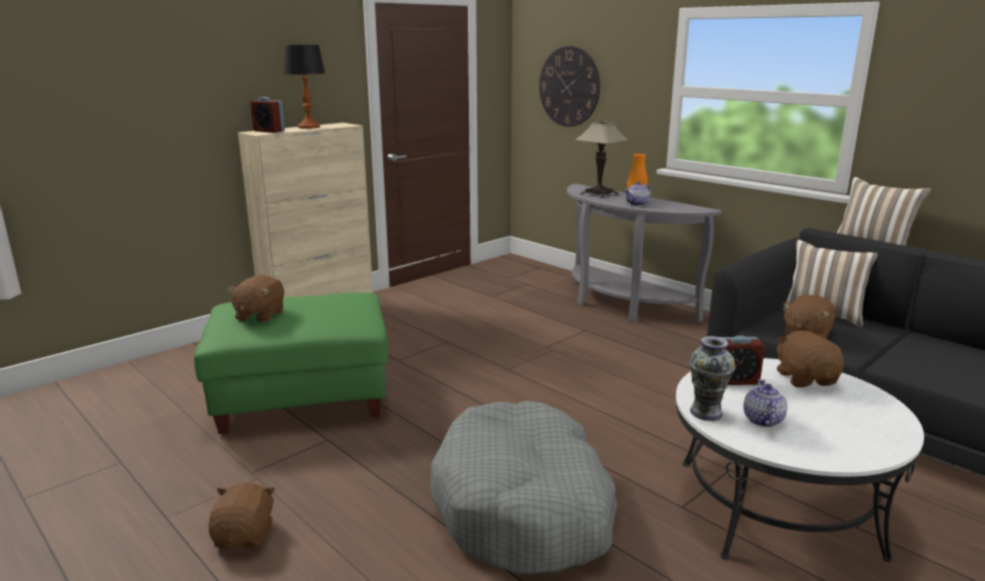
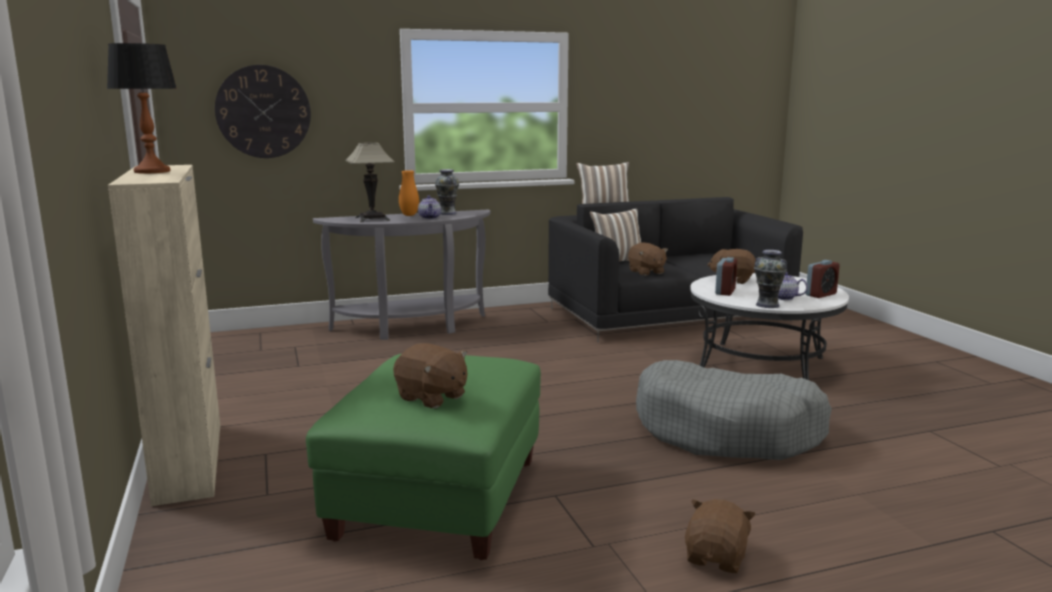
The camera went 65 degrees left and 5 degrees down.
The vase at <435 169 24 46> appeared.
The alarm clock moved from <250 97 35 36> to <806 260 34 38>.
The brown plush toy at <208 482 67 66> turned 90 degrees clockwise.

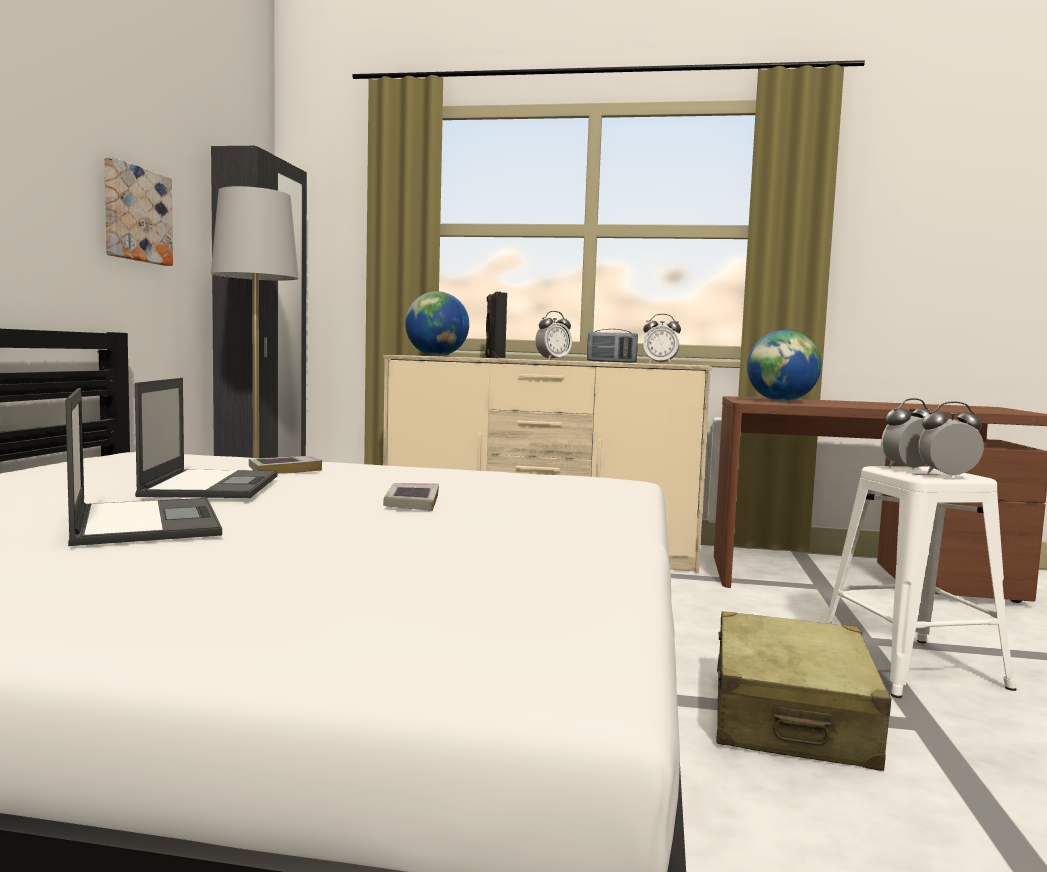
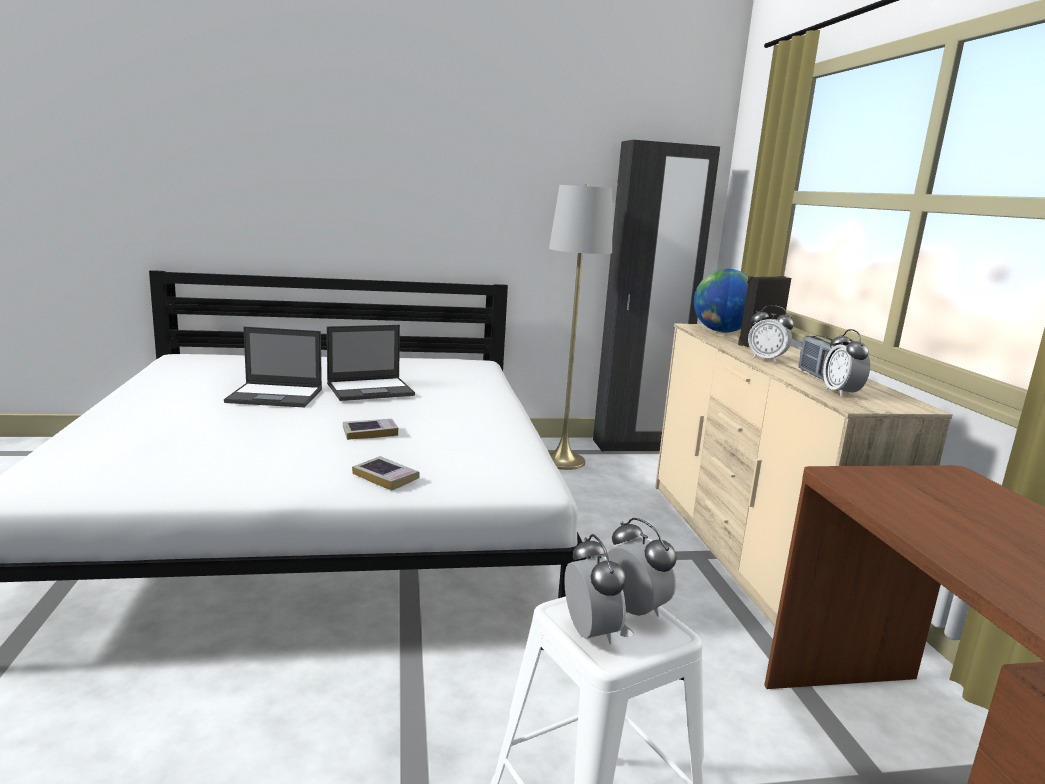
The camera went 70 degrees right and 10 degrees up.
The picture at <104 157 69 109> disappeared.
The beige suitcase at <716 611 176 160> disappeared.
The globe at <747 330 75 72> disappeared.
The book moved from <249 456 73 18> to <352 456 68 35>.
The laptop at <65 388 157 158> turned 45 degrees clockwise.

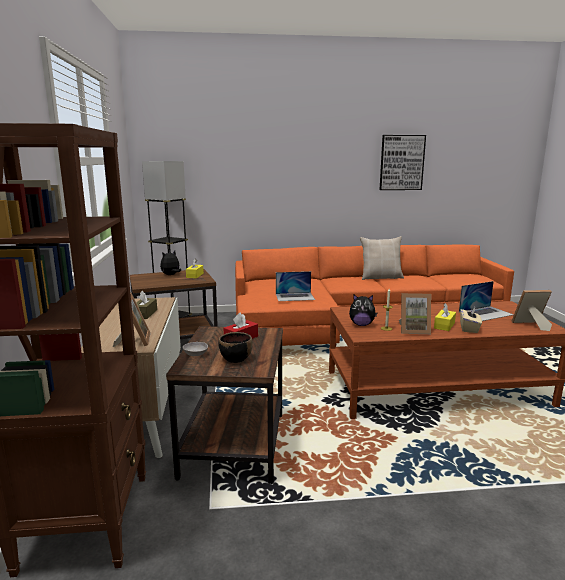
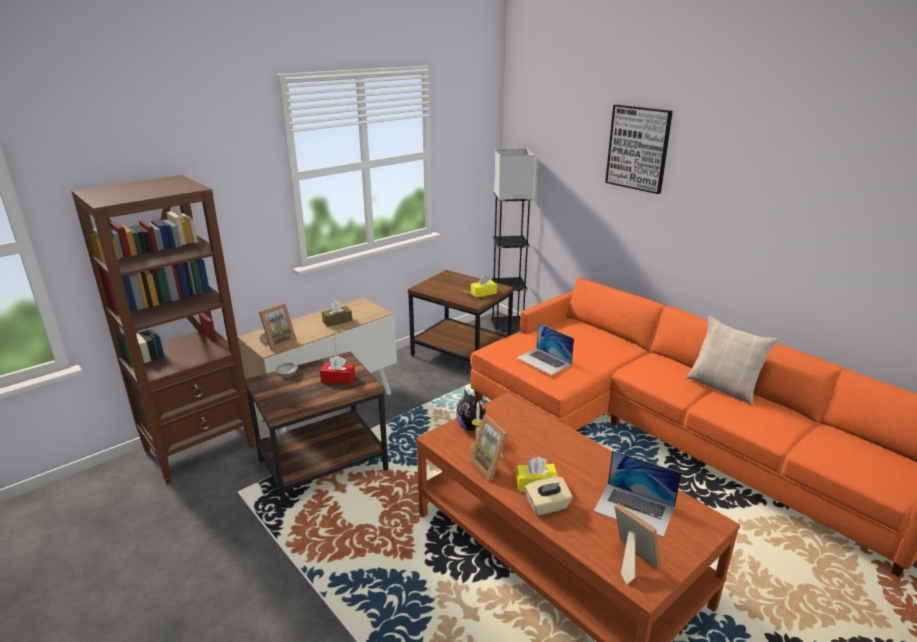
The camera went 55 degrees right and 10 degrees up.
The plush toy at <160 251 21 24> disappeared.
The black bowl at <219 332 33 31> disappeared.
The picture moved from <379 135 47 55> to <605 105 68 89>.

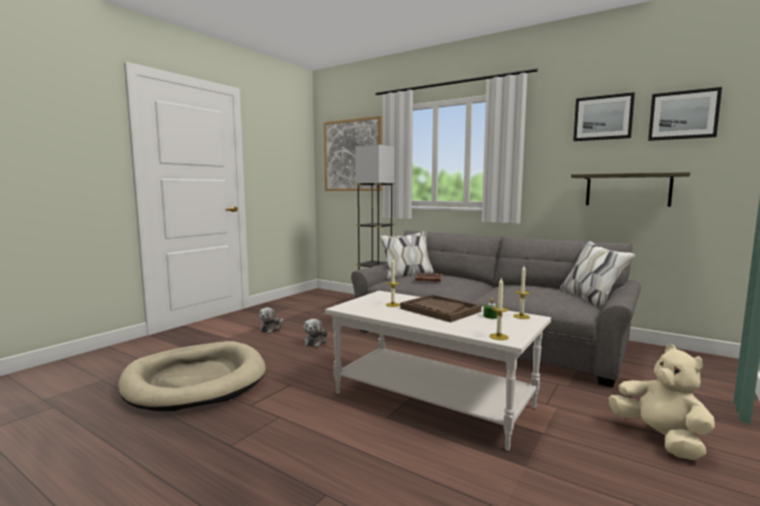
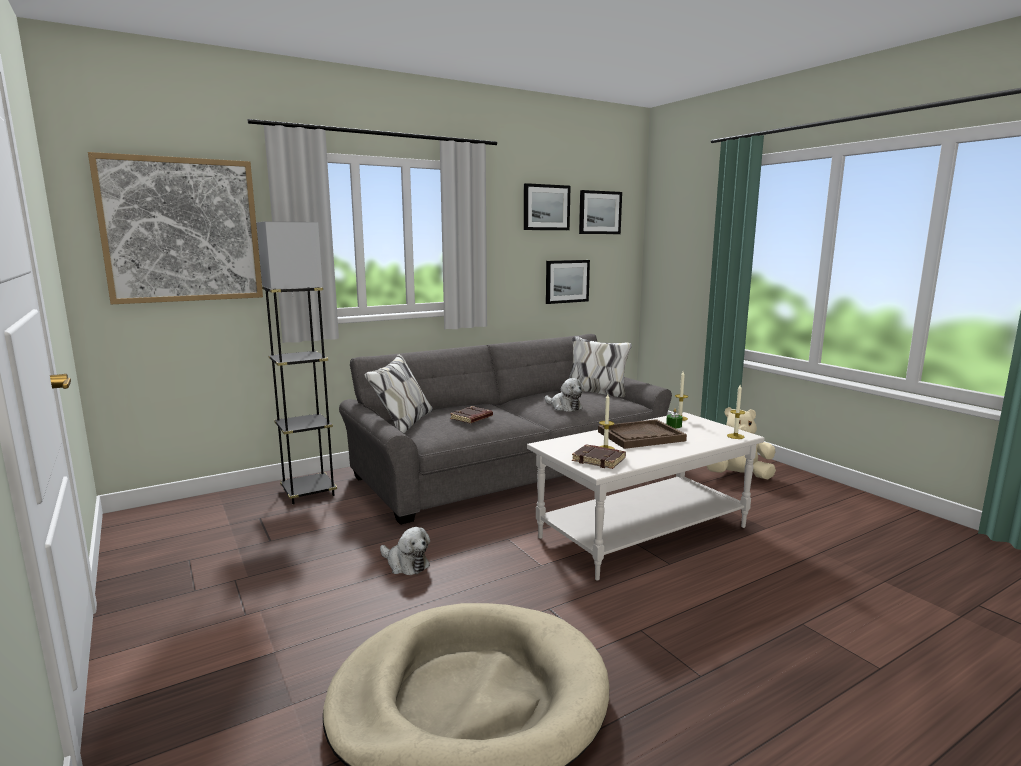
The camera went 65 degrees left and 5 degrees up.
The brown book at <572 444 54 25> appeared.
The plush toy moved from <259 307 25 26> to <545 378 39 34>.
The shelf at <571 172 119 35> was replaced by the picture at <546 260 44 44>.

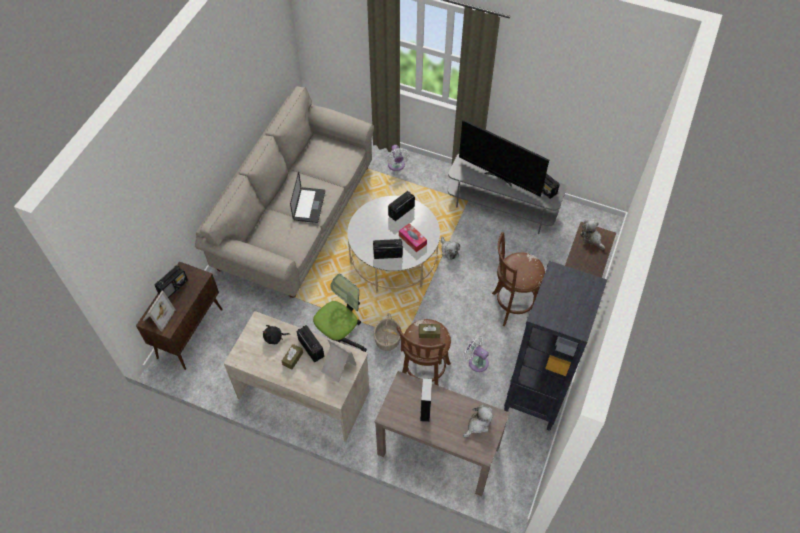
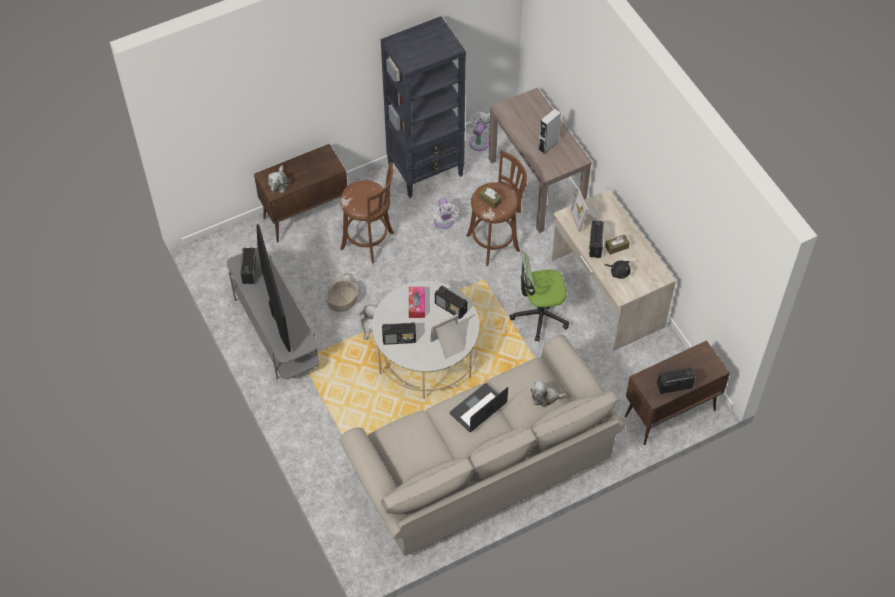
The camera went 140 degrees left and 0 degrees up.
The picture frame moved from <142 291 34 40> to <430 314 34 45>.
The basket moved from <374 313 27 38> to <325 273 33 39>.
The white fan moved from <387 145 22 26> to <469 112 21 39>.
The plush toy moved from <463 404 31 33> to <531 381 36 26>.

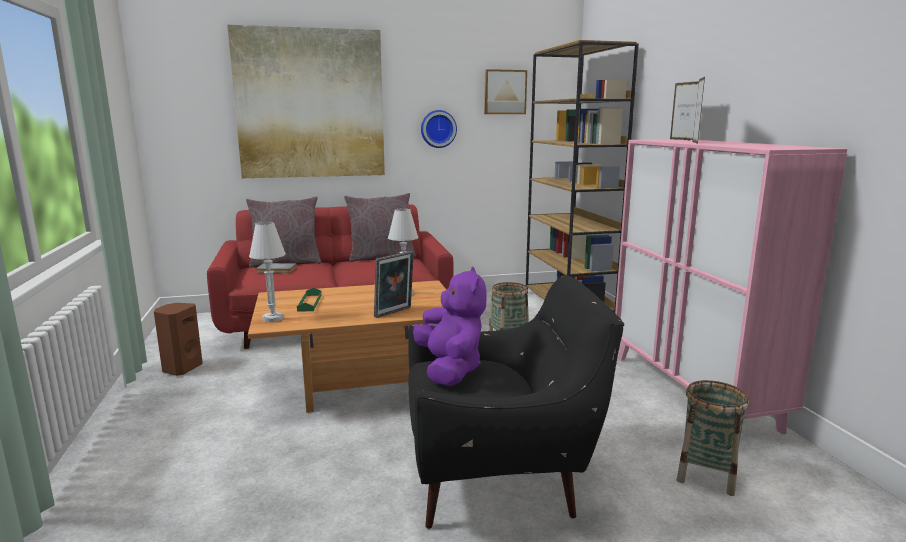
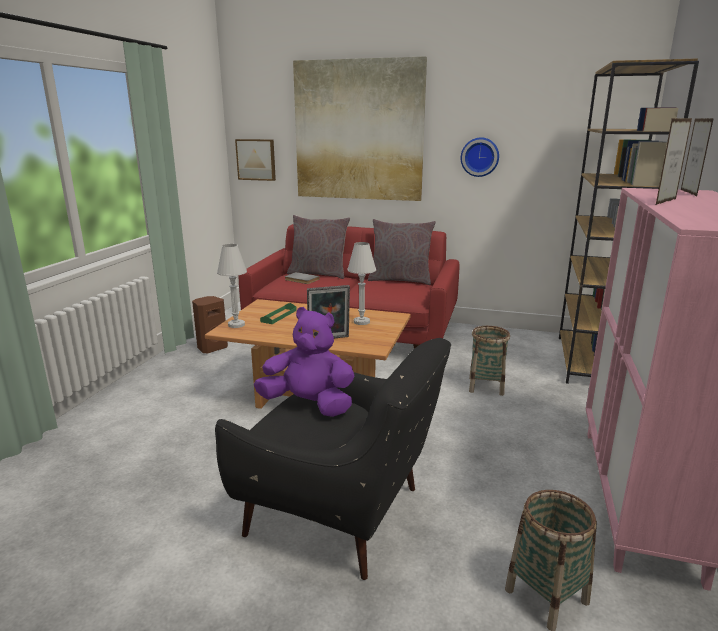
The camera went 30 degrees right and 5 degrees up.
The picture moved from <484 69 43 45> to <235 139 41 42>.
The purple plush toy at <413 267 74 119> turned 90 degrees counterclockwise.

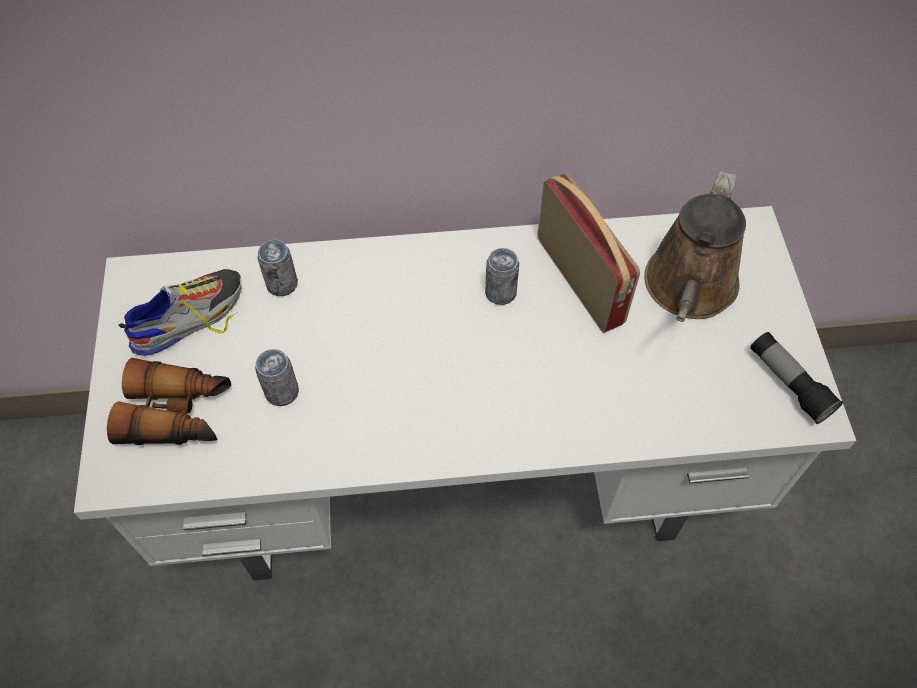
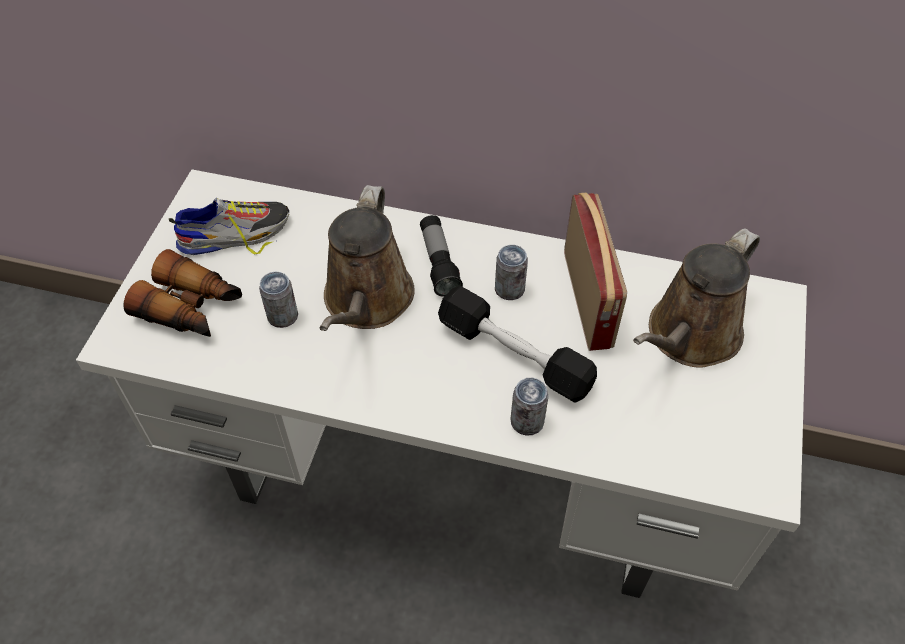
The camera went 20 degrees right and 5 degrees down.
The brown watering can at <320 185 95 146> appeared.
The black dumbbell at <438 286 159 117> appeared.
The can moved from <257 240 41 56> to <511 378 37 58>.
The flashlight moved from <750 332 93 92> to <420 215 43 82>.

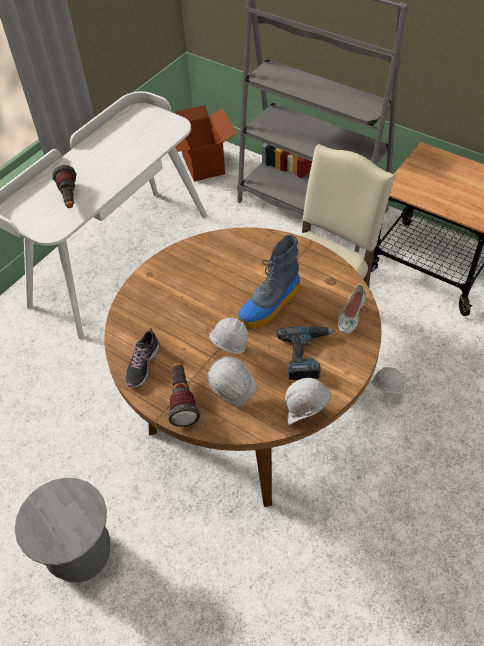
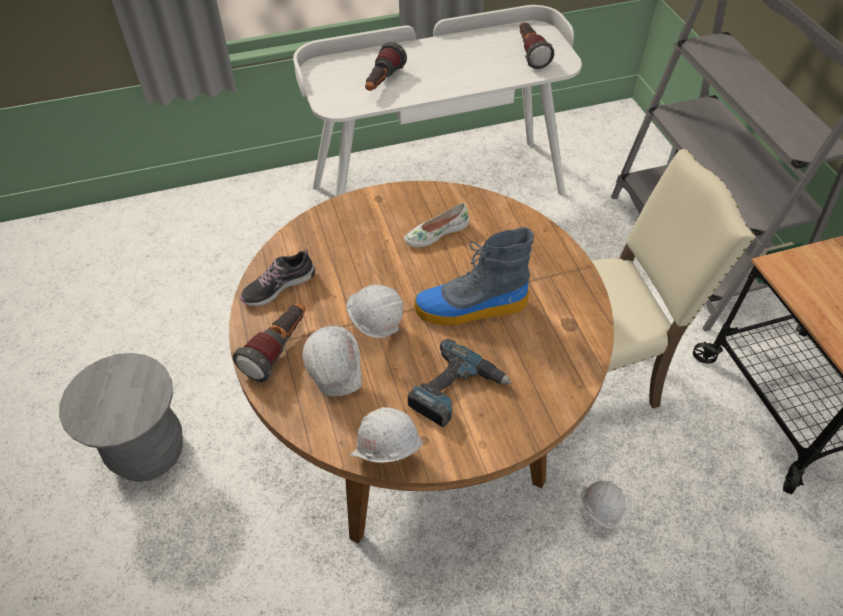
The camera went 35 degrees right and 0 degrees up.
The cardboard box at <175 105 62 77> disappeared.
The flashlight at <520 22 34 47> appeared.
The white shoe moved from <338 284 28 50> to <404 203 65 44>.

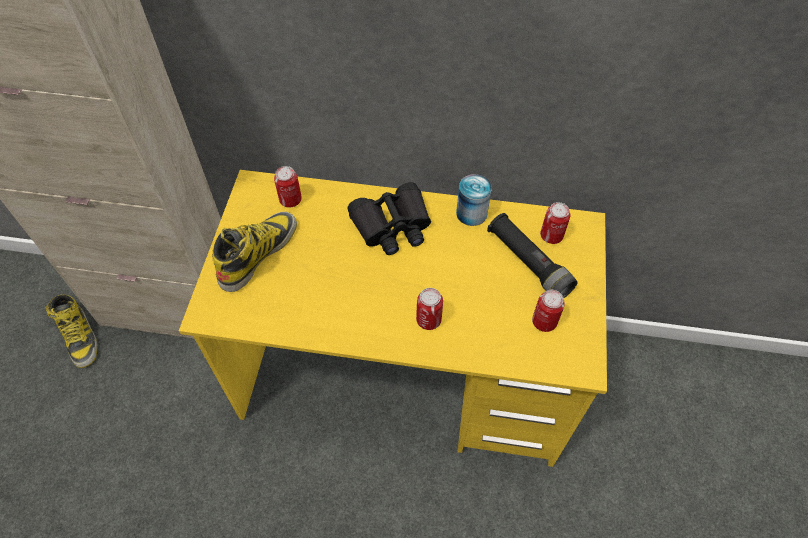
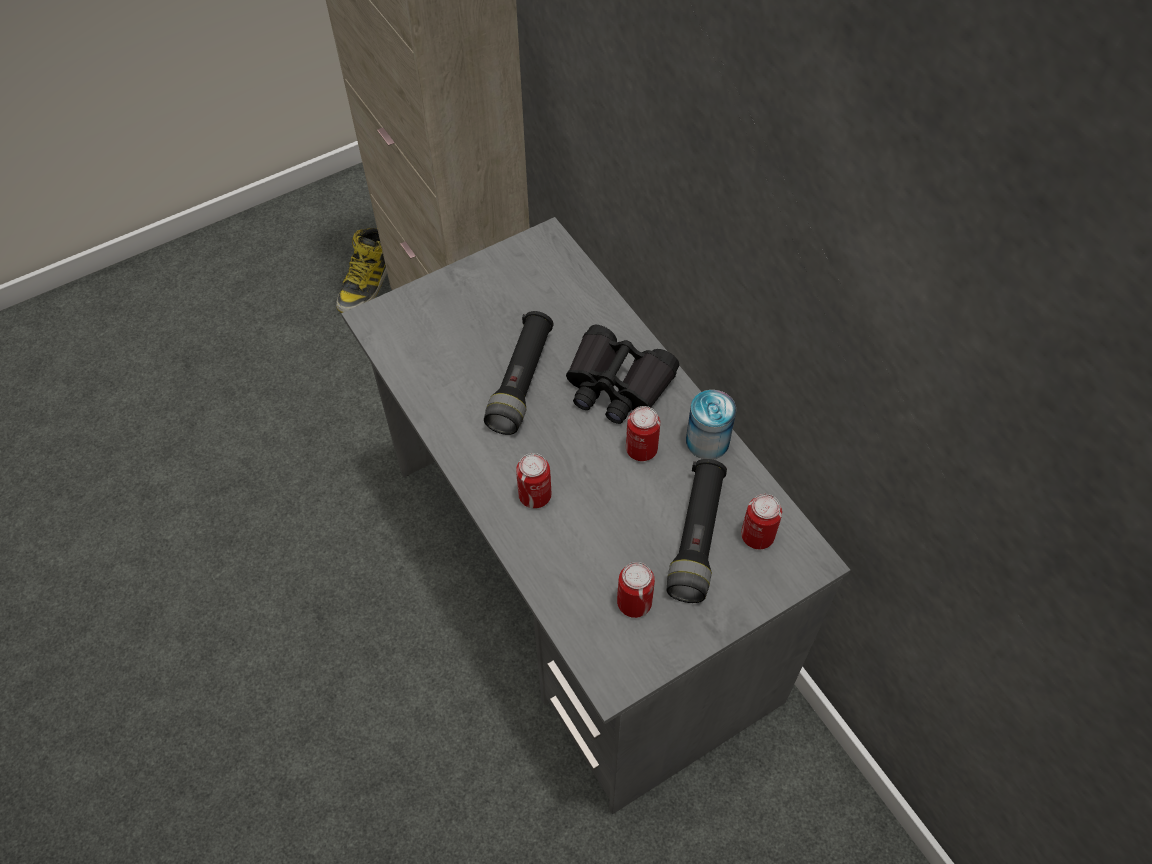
The camera went 50 degrees right and 0 degrees up.
The boot at <212 212 85 80> disappeared.
The black flashlight at <484 311 70 124> appeared.
The can moved from <274 166 28 41> to <626 406 34 55>.
The yellow desk at <179 170 428 297> became the grey desk at <341 217 509 597>.

